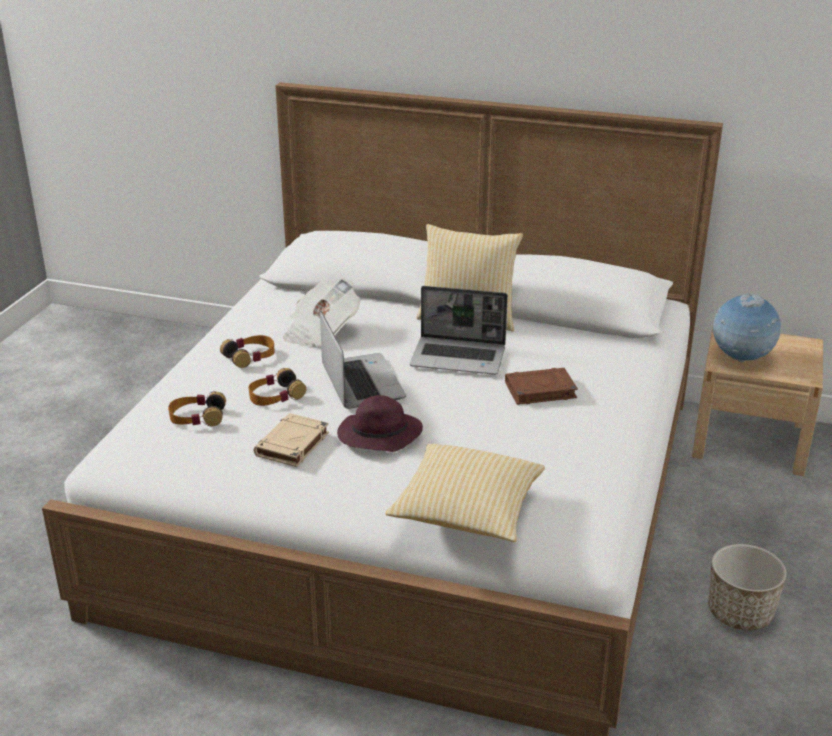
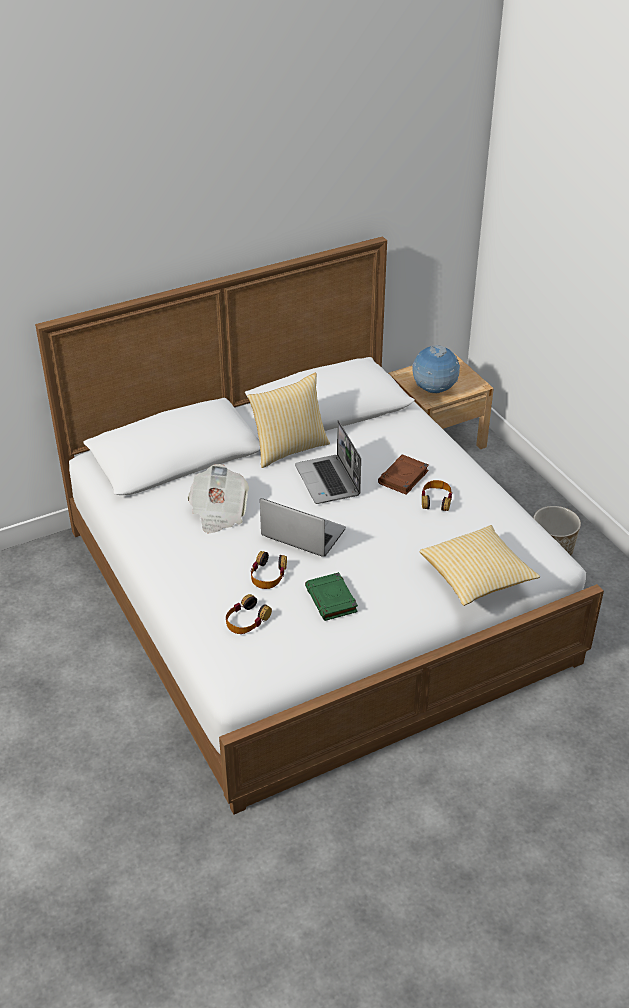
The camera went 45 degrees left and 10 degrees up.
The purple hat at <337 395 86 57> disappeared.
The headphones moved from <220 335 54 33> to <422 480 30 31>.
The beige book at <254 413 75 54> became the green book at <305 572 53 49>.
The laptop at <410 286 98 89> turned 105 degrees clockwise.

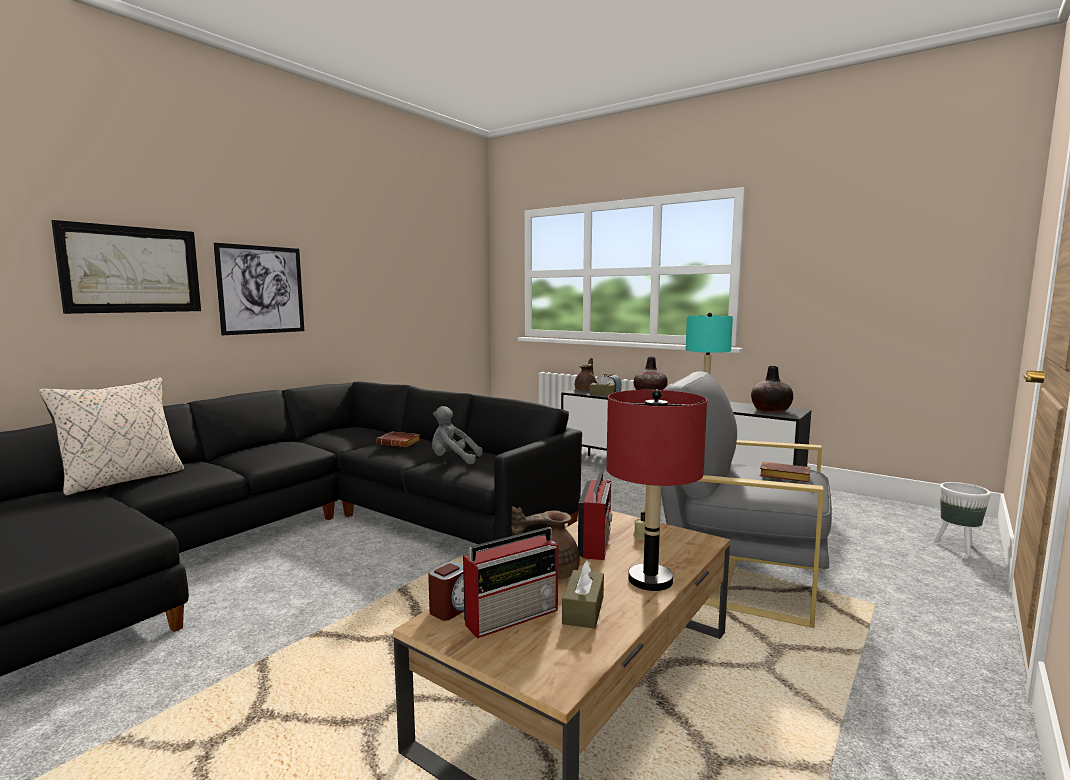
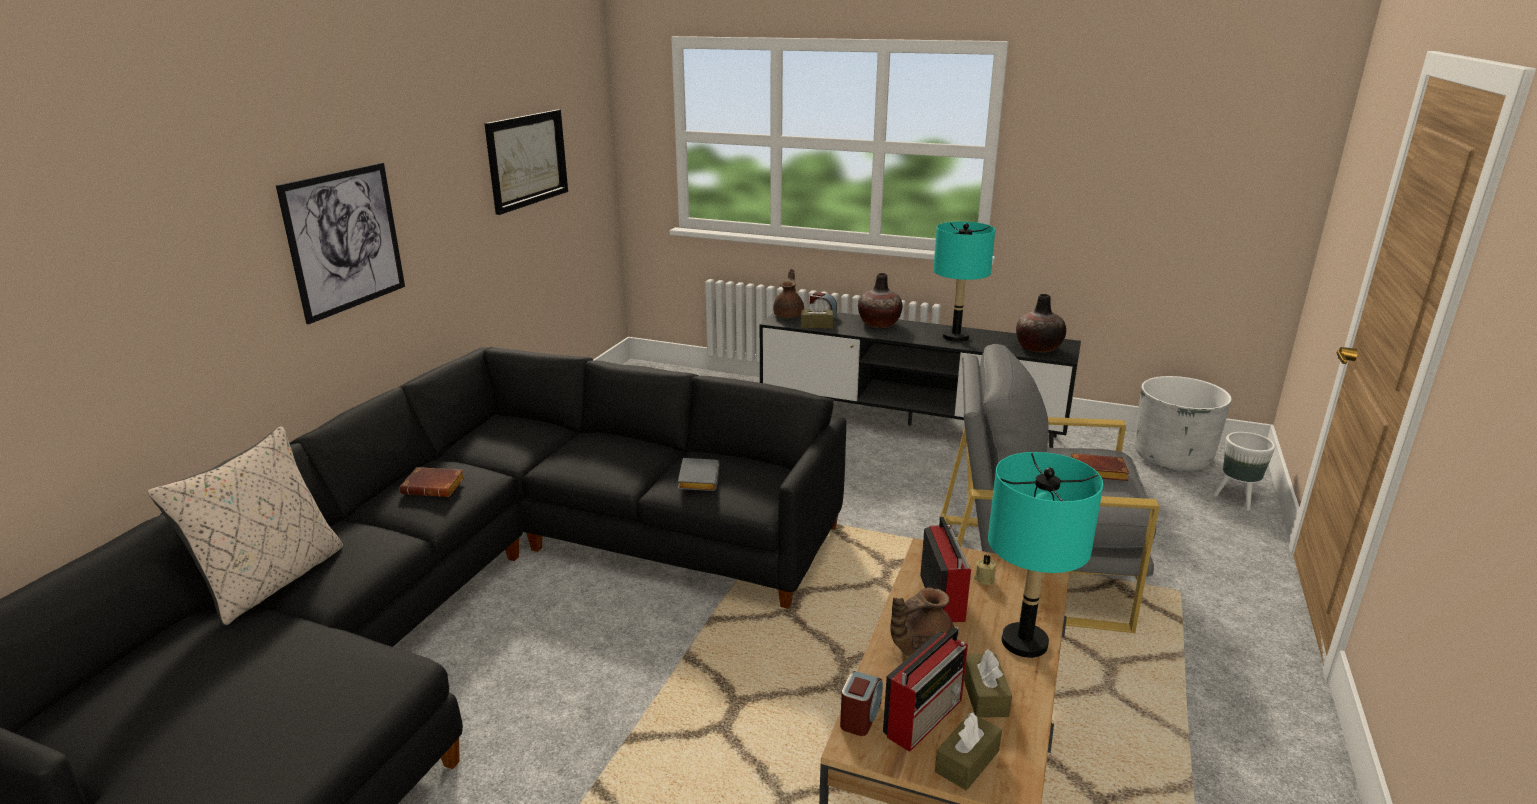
The camera went 15 degrees left and 15 degrees up.
The brown tissue box at <935 713 67 77> appeared.
The white planter at <1134 376 98 96> appeared.
The picture moved from <51 220 150 94> to <484 110 84 105>.
The brown book moved from <376 432 44 15> to <399 467 66 30>.
The grey plush toy at <432 406 51 58> was replaced by the grey book at <678 458 42 33>.
The red table lamp at <606 390 101 201> became the turquoise table lamp at <988 452 115 206>.

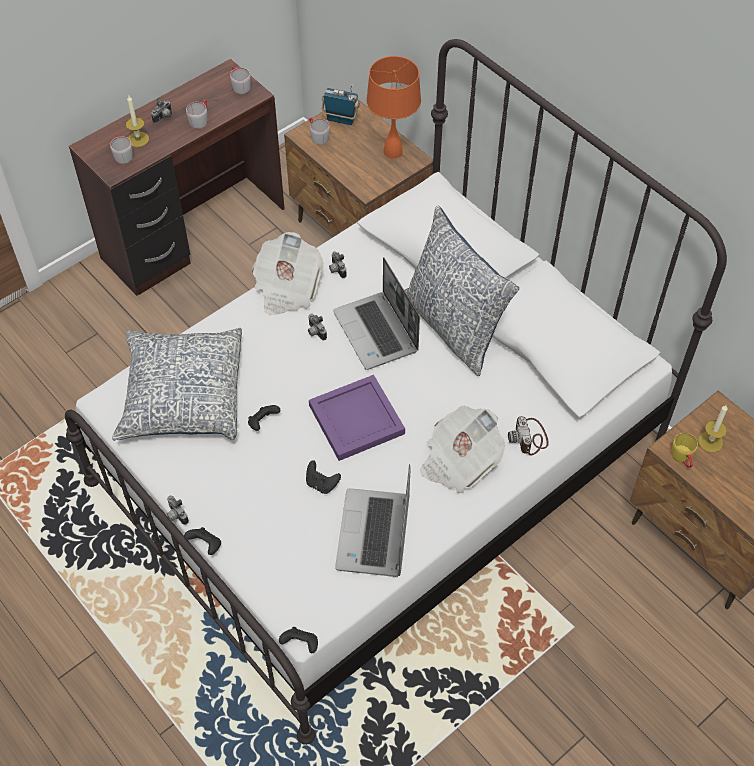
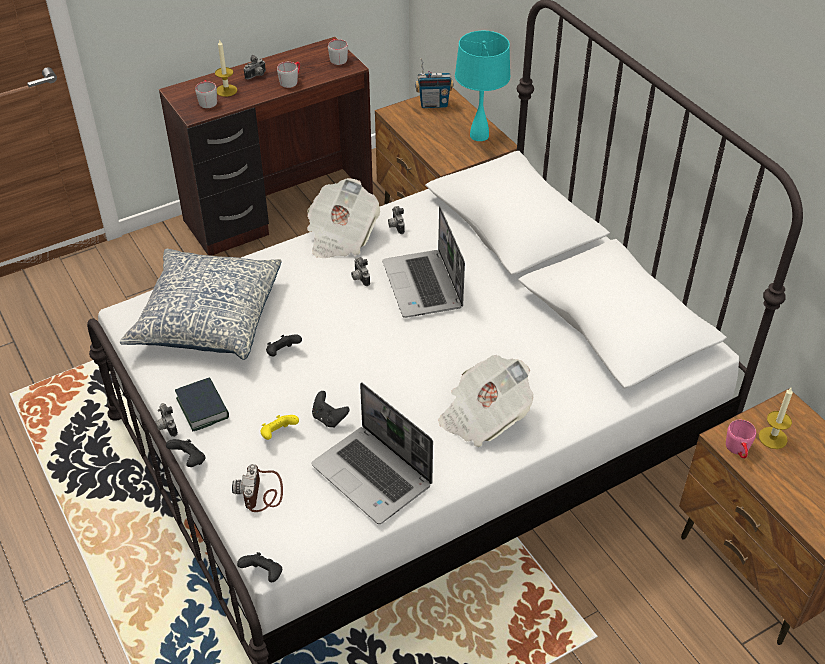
The camera went 10 degrees right and 10 degrees down.
The grey mug at <309 118 21 27> disappeared.
The purple tray at <309 375 96 86> disappeared.
The pillow at <404 206 115 170> disappeared.
The book at <175 378 54 53> appeared.
The yellow game controller at <261 415 38 25> appeared.
The photo camera moved from <508 416 41 40> to <232 464 51 48>.
The orange table lamp at <366 56 55 103> became the turquoise table lamp at <455 31 55 110>.
The yellow mug at <671 433 27 35> became the pink mug at <726 420 30 39>.
The radio at <322 85 38 40> turned 150 degrees clockwise.
The laptop at <335 464 76 113> turned 60 degrees counterclockwise.

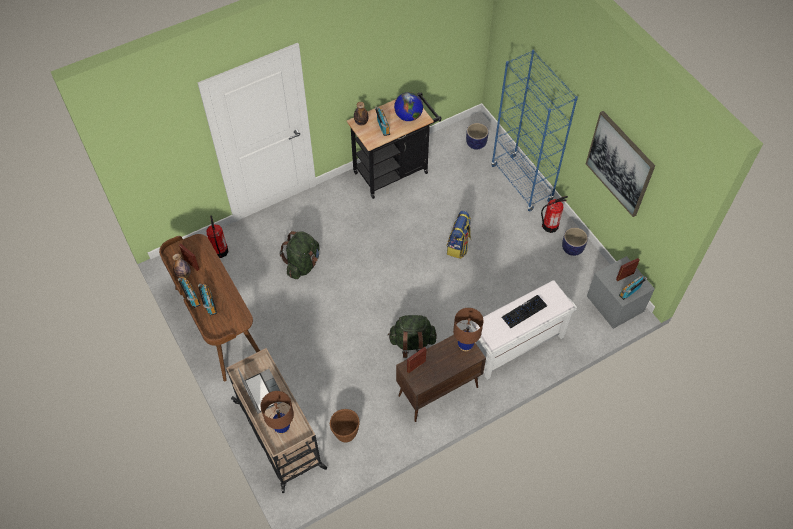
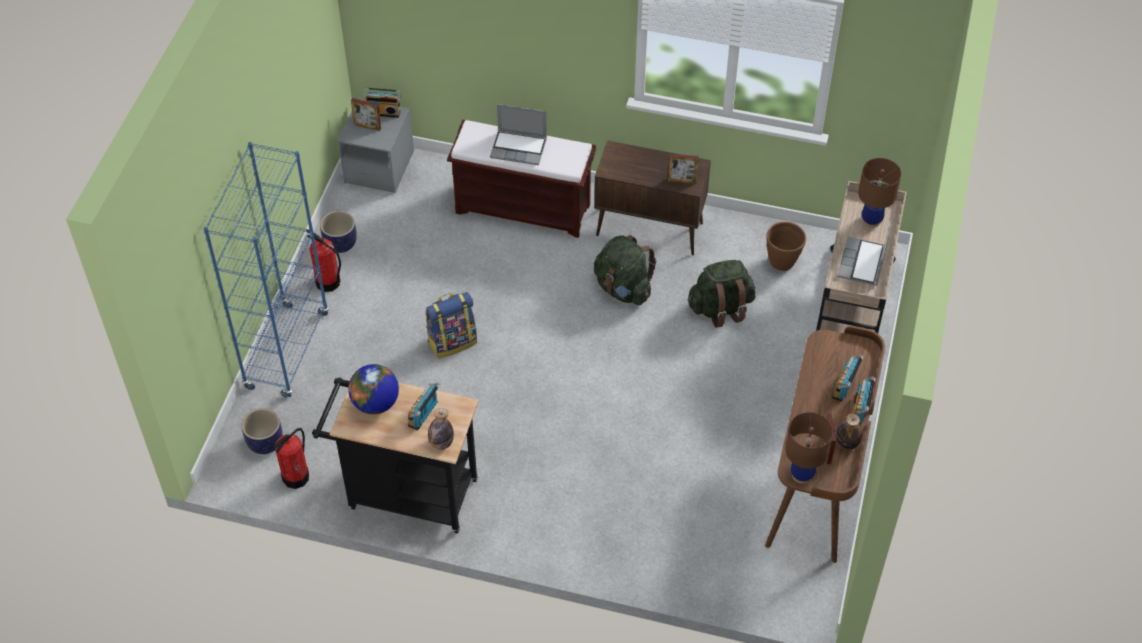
The camera went 135 degrees left and 5 degrees down.
The picture at <586 111 69 106> disappeared.
The fire extinguisher moved from <206 215 22 43> to <274 428 35 61>.
The green backpack moved from <279 231 41 48> to <688 260 67 68>.
The brown table lamp moved from <453 308 30 43> to <786 412 47 72>.
The keyboard at <501 295 46 34> was replaced by the laptop at <490 104 57 61>.
The white bench at <469 280 108 100> became the brown bench at <447 120 149 118>.

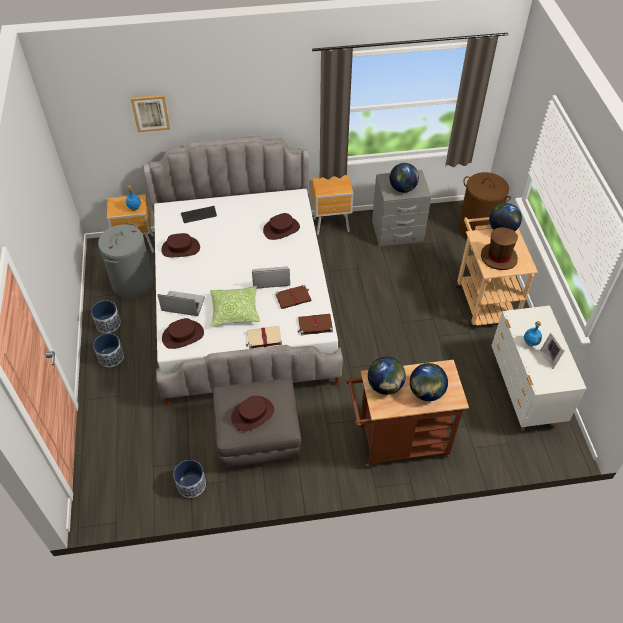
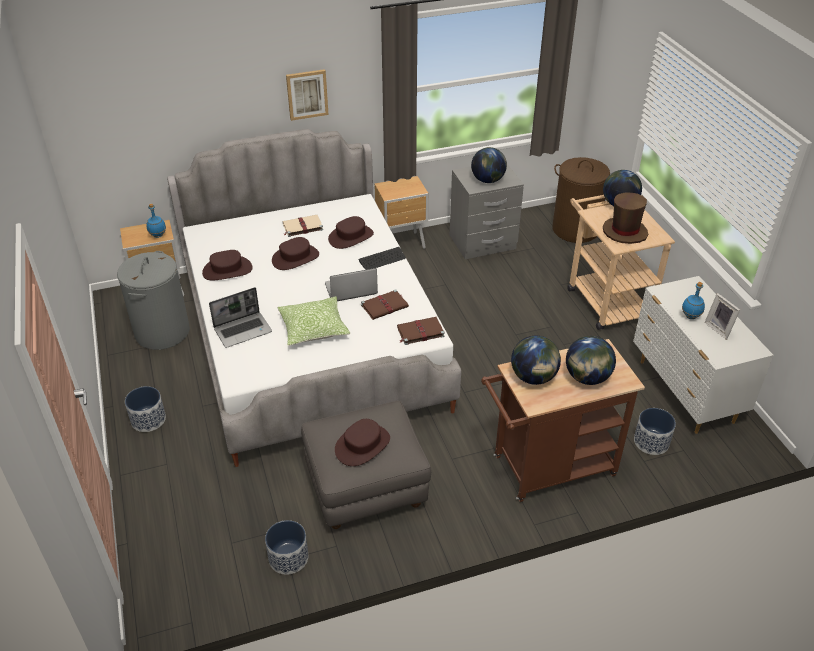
The camera went 10 degrees left and 10 degrees down.
The planter moved from <91 301 30 32> to <634 408 42 47>.
The picture moved from <131 95 39 37> to <286 69 43 52>.
The brown hat moved from <162 318 42 31> to <272 237 47 33>.
The keyboard moved from <181 206 36 17> to <359 247 47 23>.
The beige book moved from <246 326 36 23> to <283 215 40 22>.
The laptop at <158 291 47 25> turned 150 degrees clockwise.

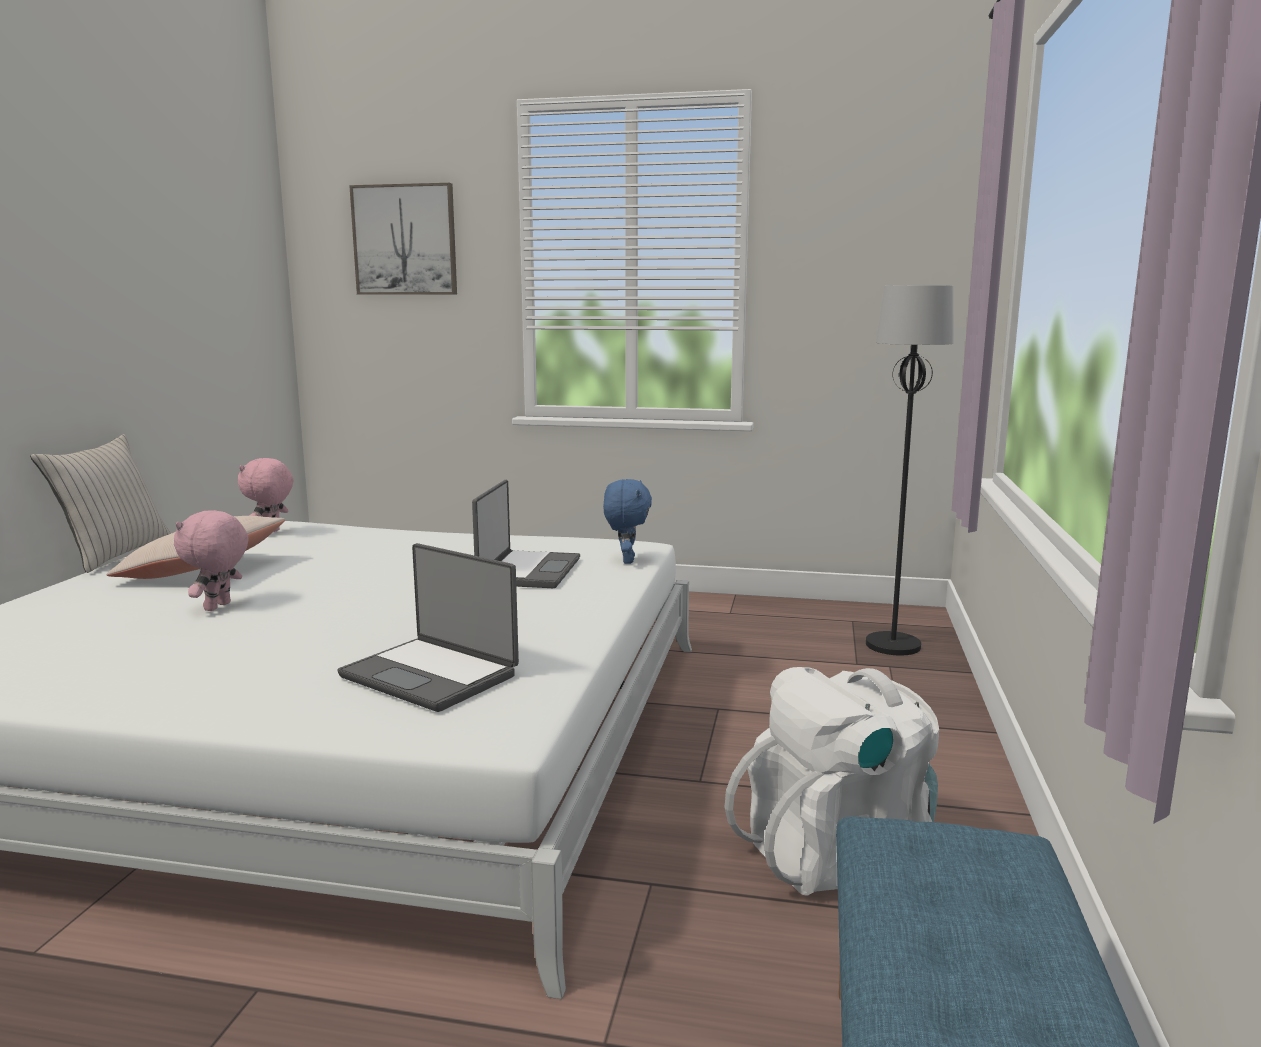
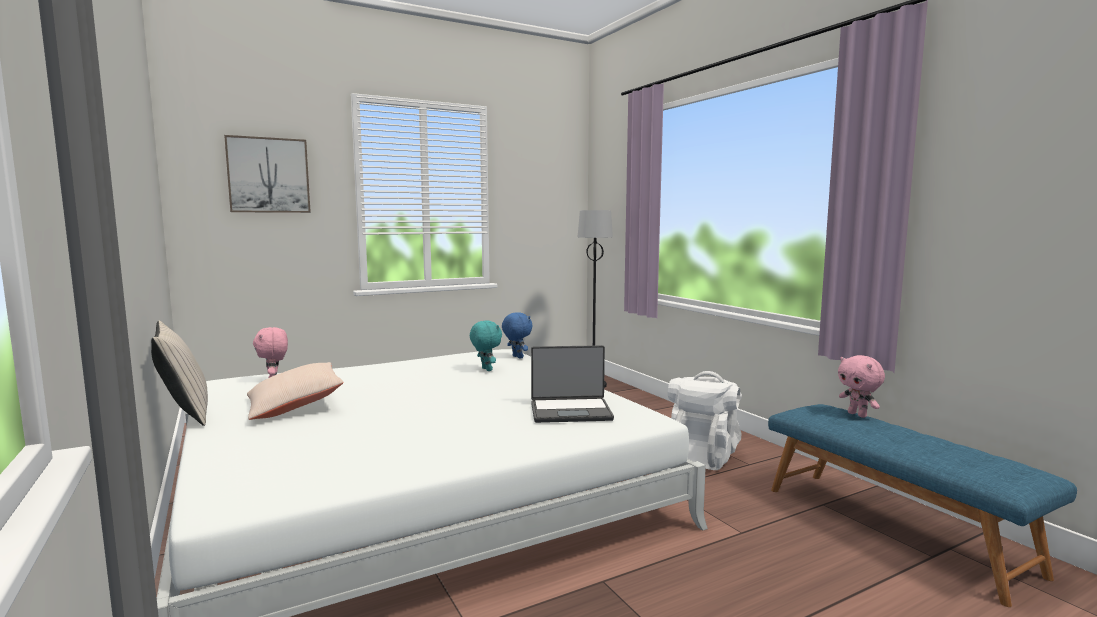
The camera went 40 degrees left and 5 degrees down.
The pink plush toy moved from <174 510 74 101> to <838 355 47 63>.
The laptop at <472 480 108 108> was replaced by the turquoise plush toy at <470 321 32 50>.

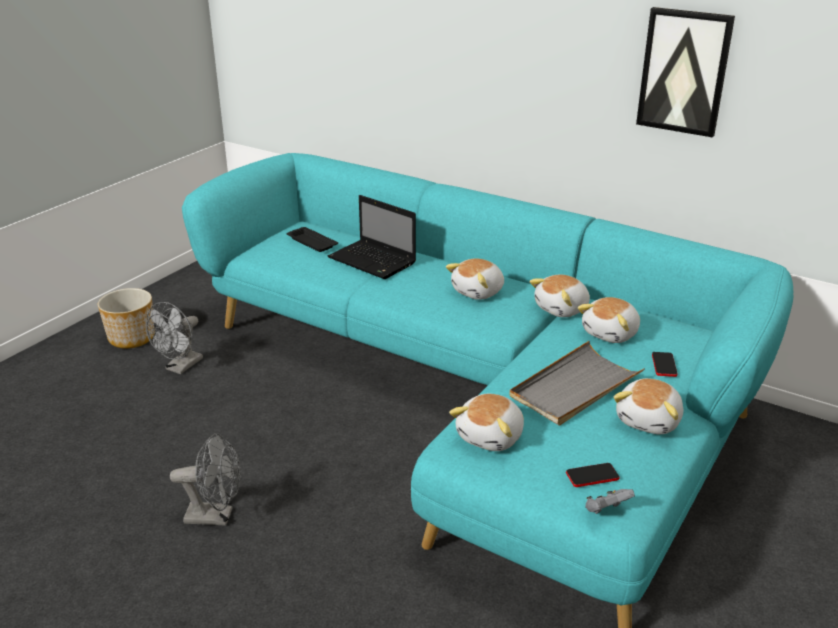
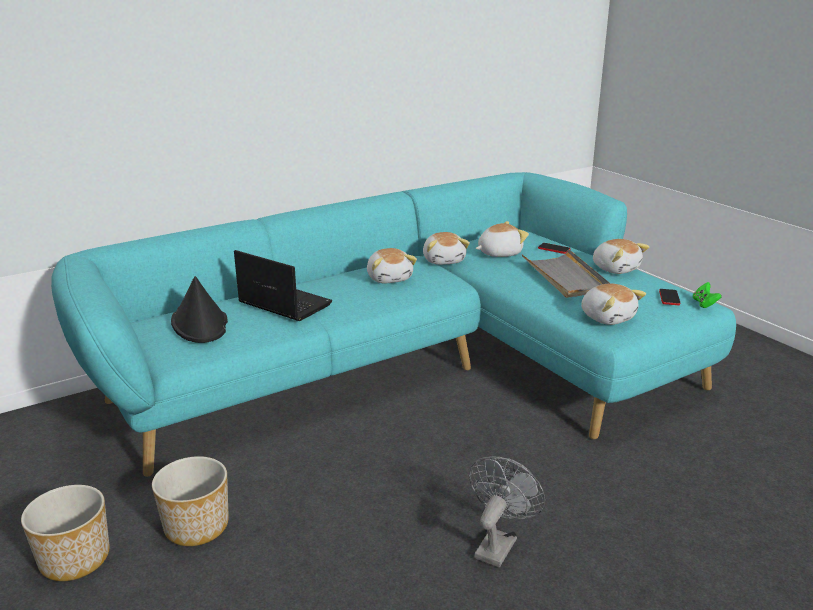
The camera went 65 degrees left and 5 degrees down.
The picture at <636 7 99 130> disappeared.
The grey fan at <146 302 57 72> was replaced by the planter at <152 456 77 90>.
The black tray at <286 227 52 25> was replaced by the black hat at <171 276 57 67>.
The grey game controller at <585 489 50 25> became the green game controller at <693 282 29 26>.
The laptop at <328 195 88 84> turned 120 degrees counterclockwise.
The plush toy at <578 297 62 46> turned 90 degrees counterclockwise.

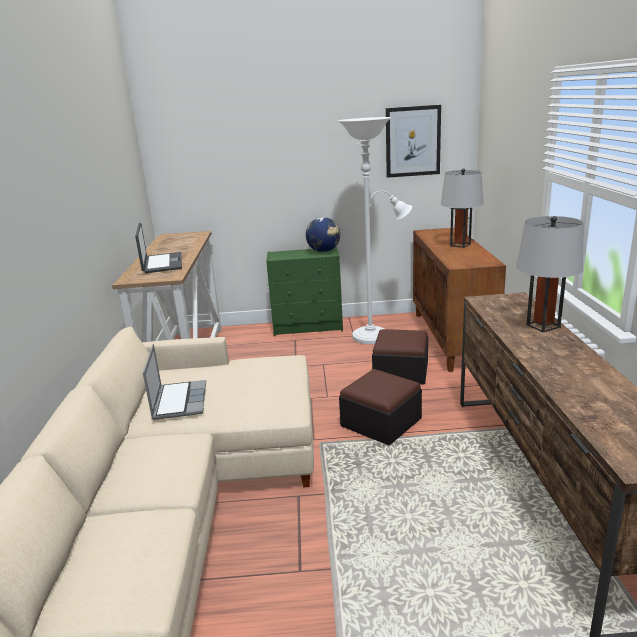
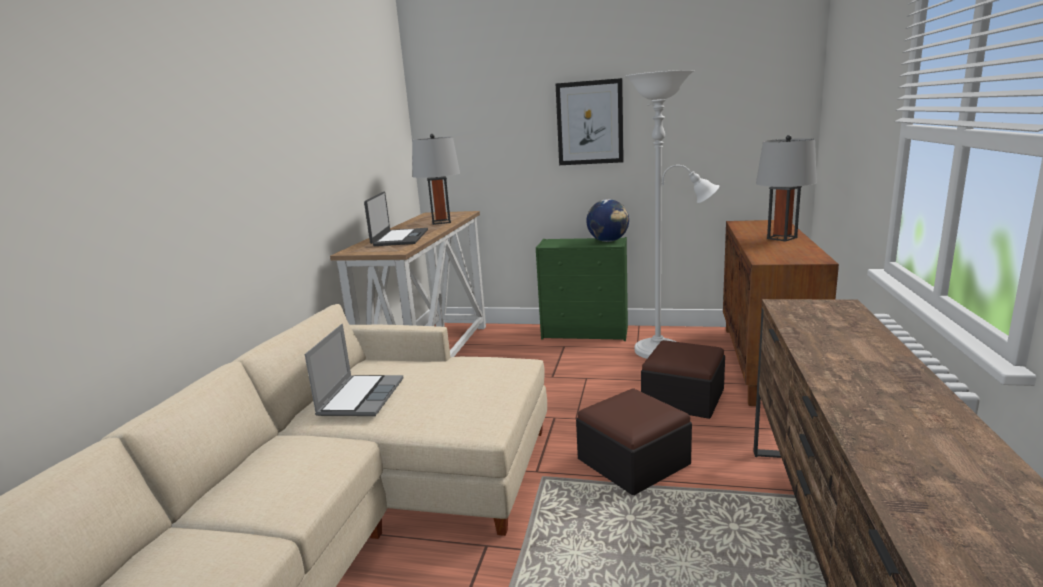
The camera went 15 degrees right and 5 degrees down.
The picture moved from <386 105 55 73> to <556 78 68 87>.
The grey table lamp moved from <516 216 67 116> to <412 134 48 91>.

